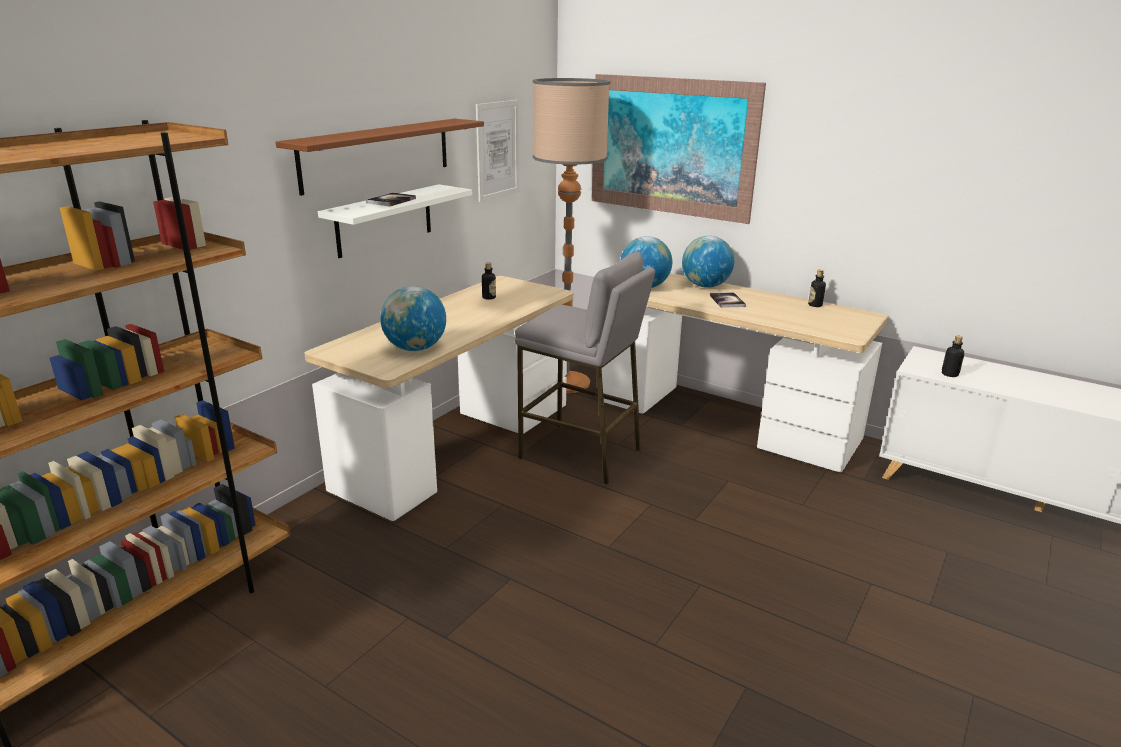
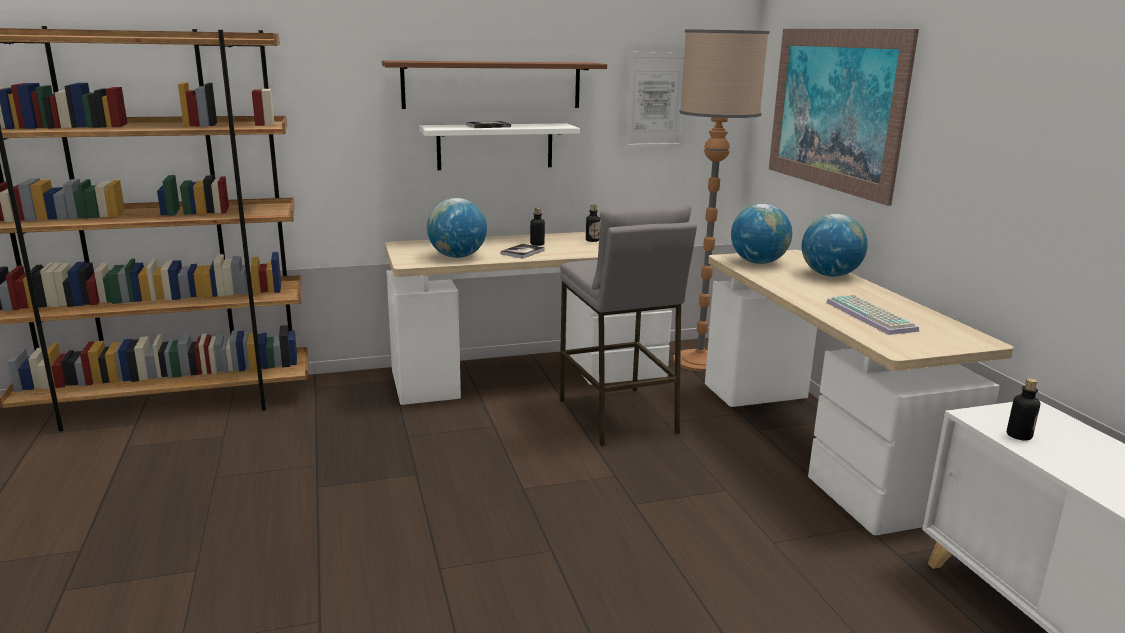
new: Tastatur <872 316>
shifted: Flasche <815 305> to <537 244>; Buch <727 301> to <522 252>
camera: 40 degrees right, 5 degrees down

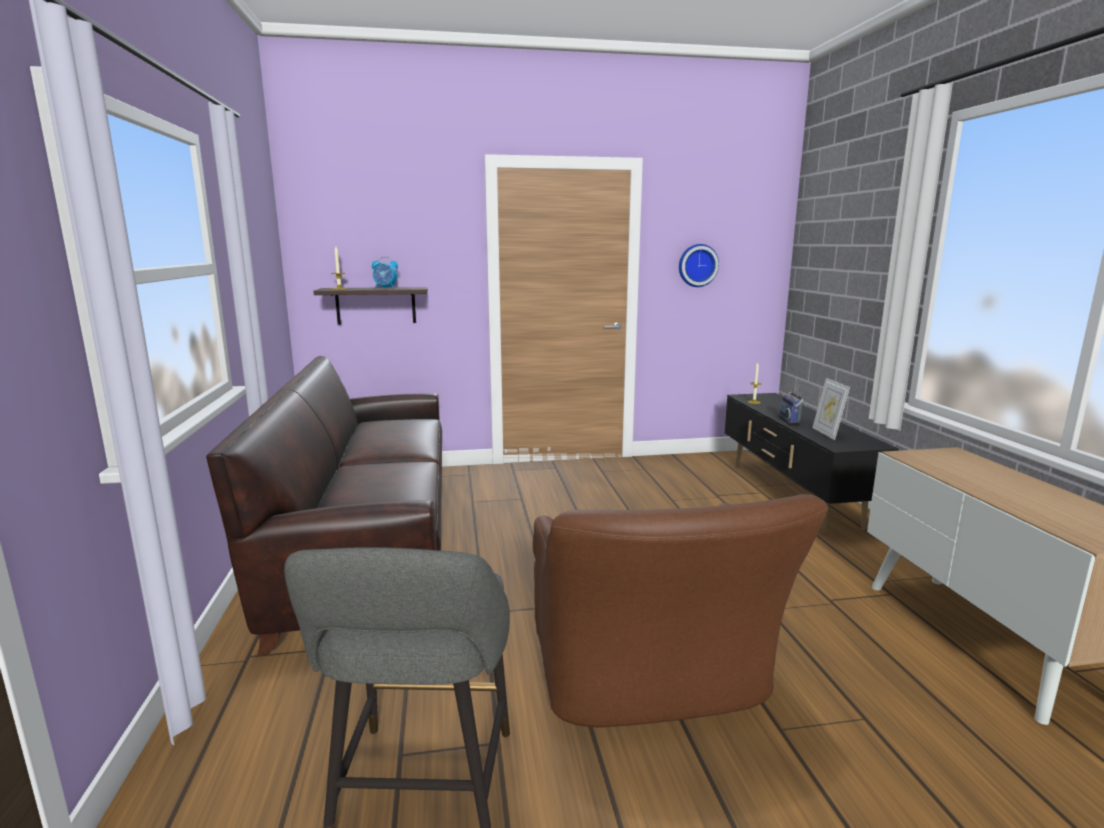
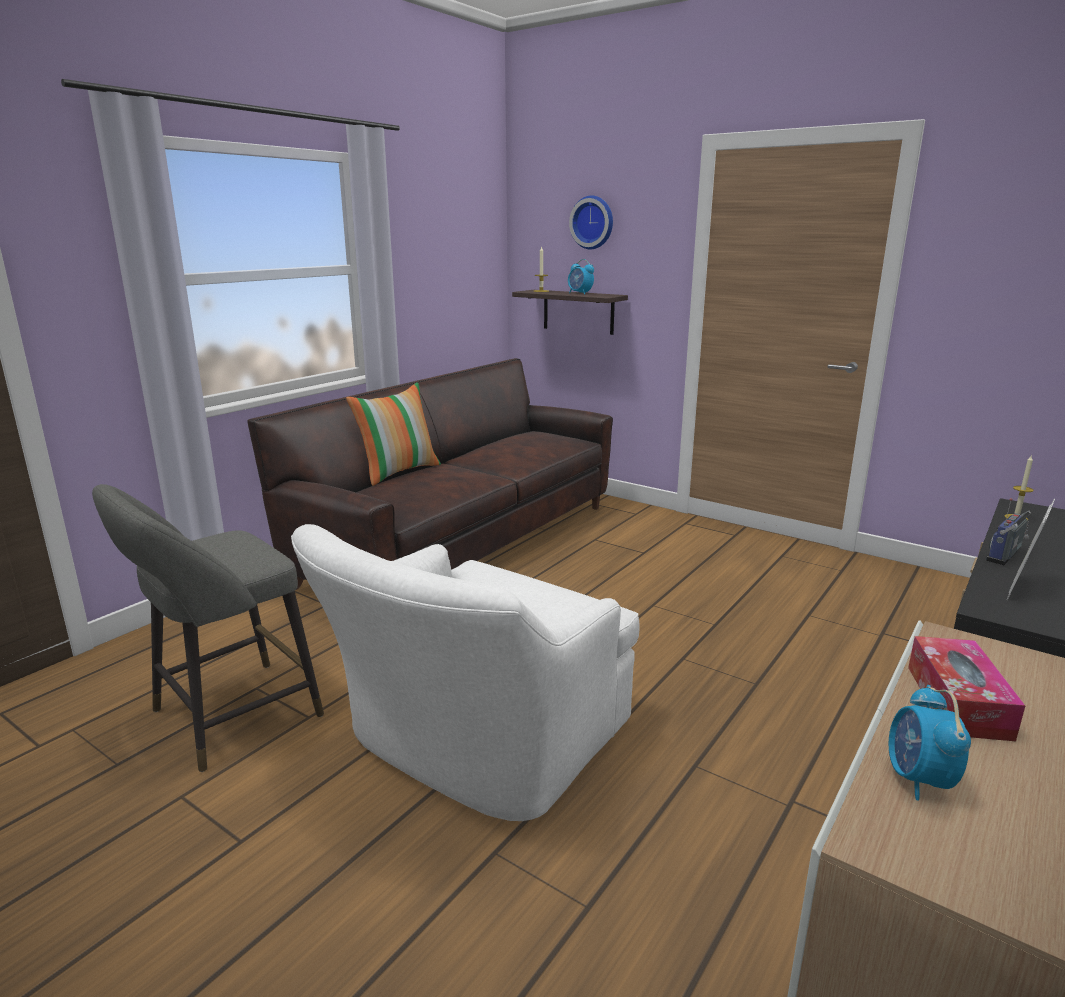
new: Kissen <398 472>; Taschentuchbox <957 701>; Wecker <918 780>
shifted: Wanduhr <697 265> to <593 222>
repainted: Sessel/braun <649 675> to Sessel/weiß <475 743>
camera: 45 degrees right, 5 degrees up

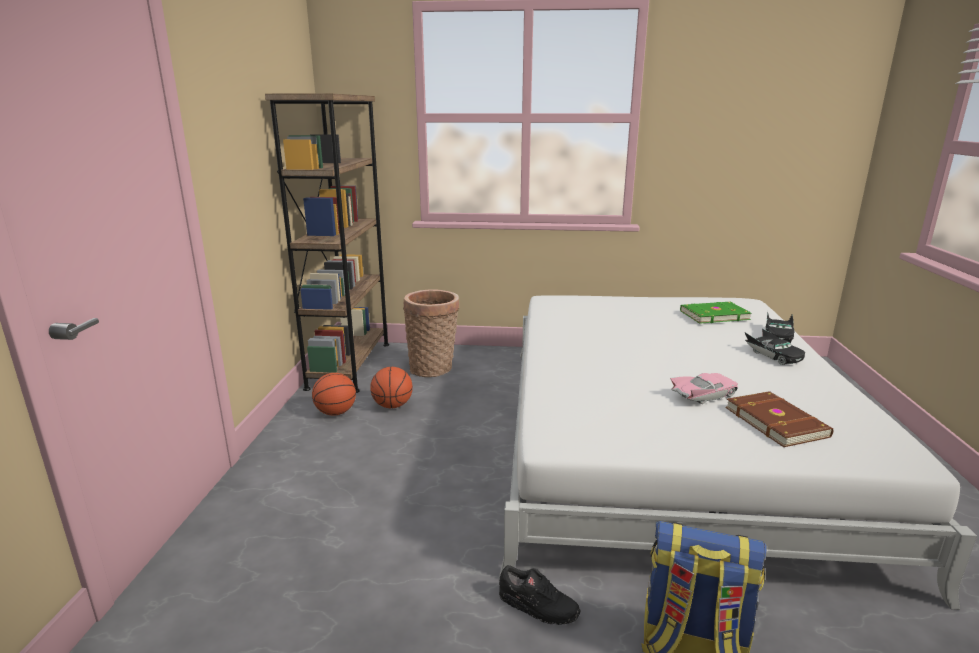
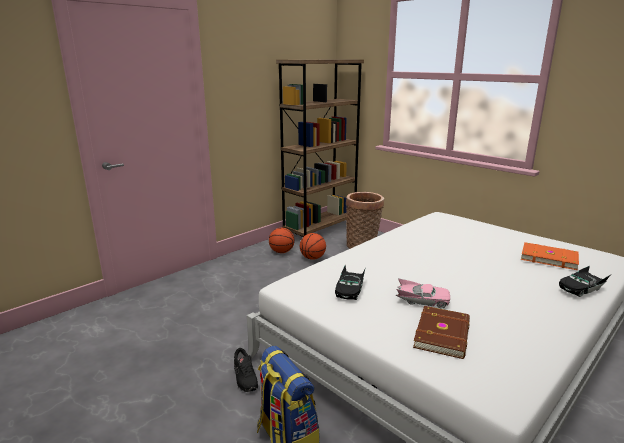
shifted: Spielzeugauto/schwarz <773 355> to <350 289>
repainted: Buch/grün <713 315> to Buch/orange <548 258>
camera: 40 degrees right, 0 degrees up

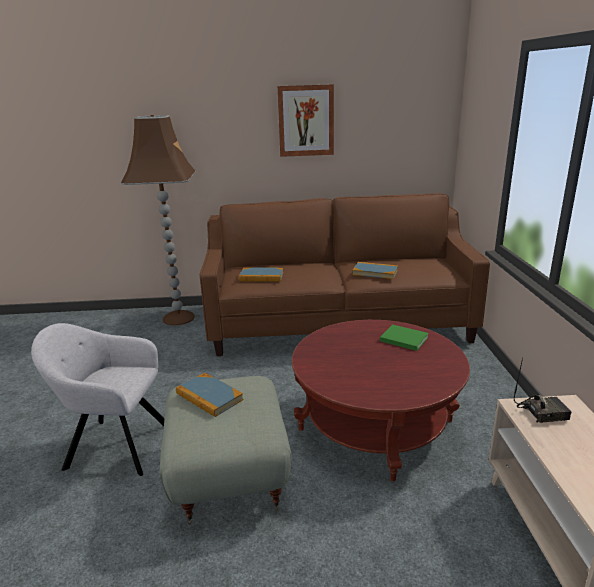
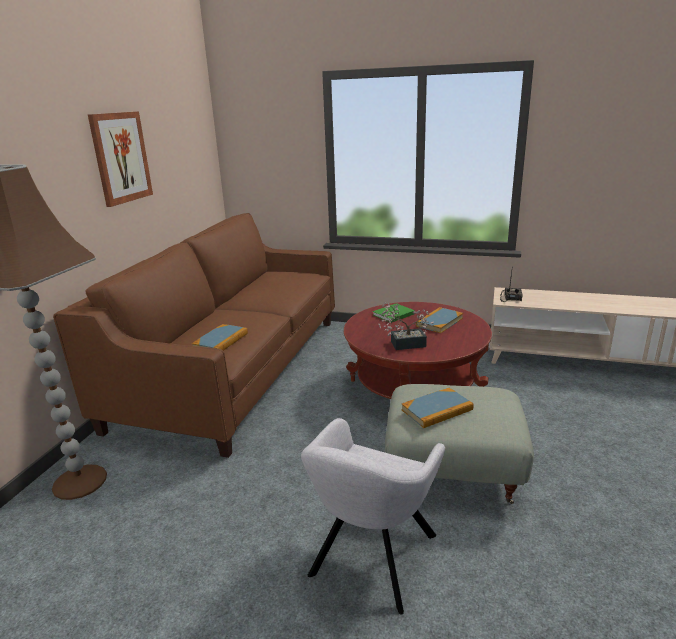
new: Topfpflanze <404 344>
shifted: Buch <375 272> to <439 322>
camera: 70 degrees left, 0 degrees up

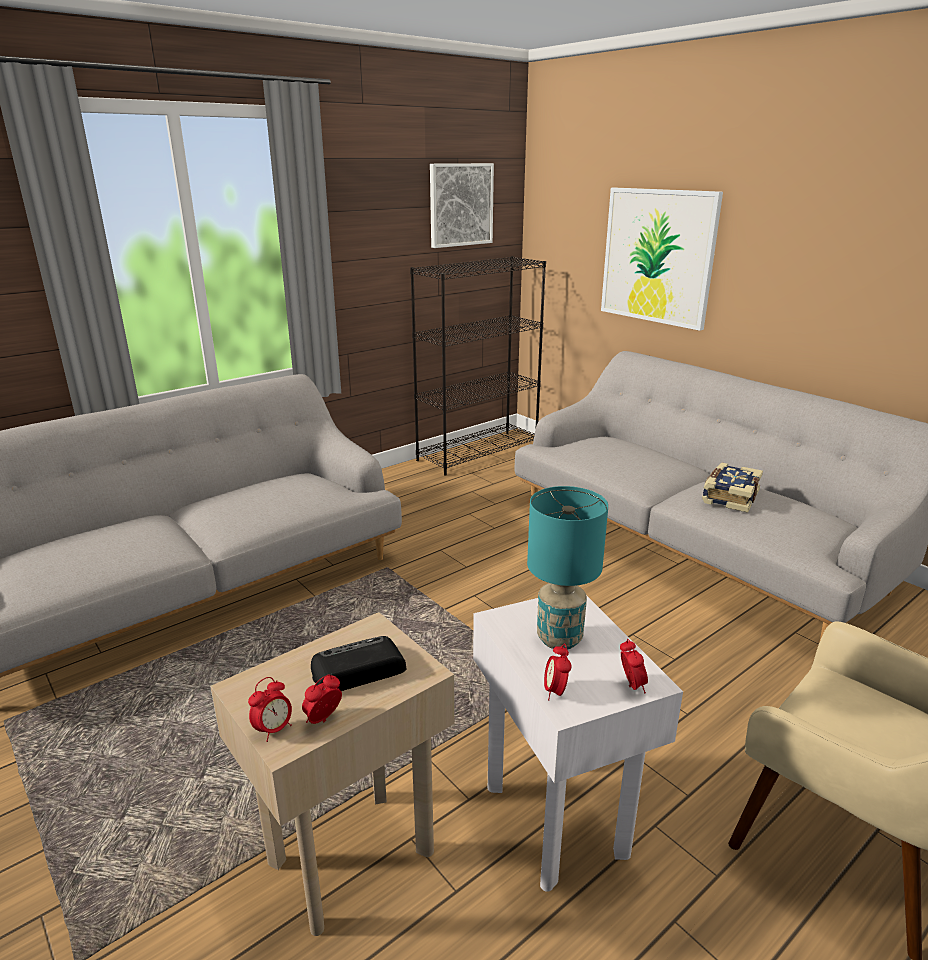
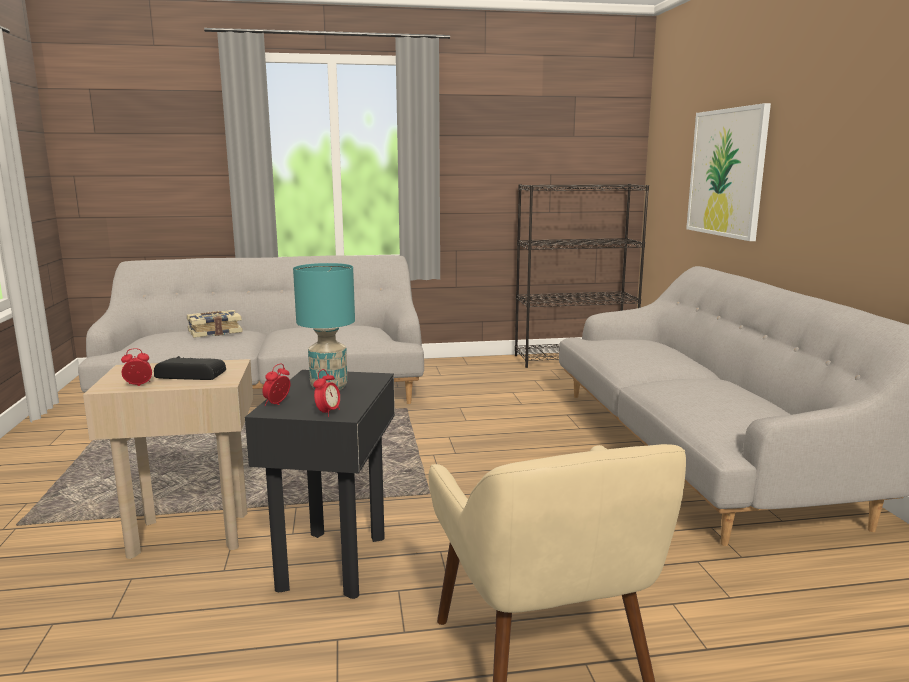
gone: Bild <460 205>; Wecker <274 729>
shifted: Buch <729 497> to <215 332>
repainted: Beistelltisch/weiß <556 818> to Beistelltisch/schwarz <334 562>
camera: 30 degrees right, 10 degrees down

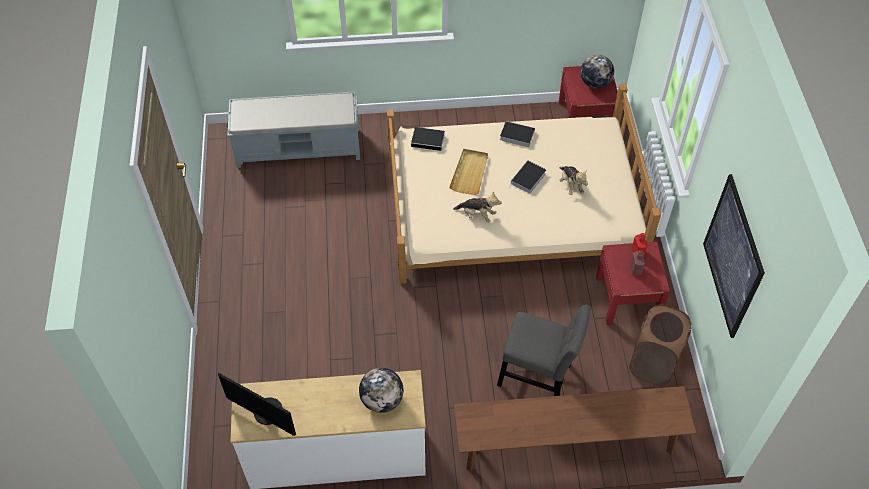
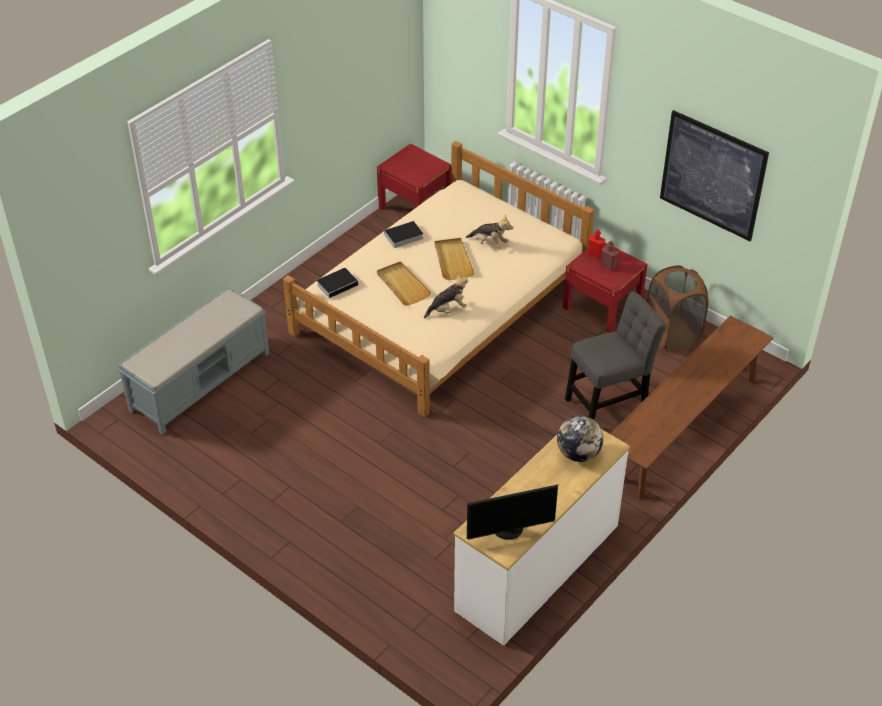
gone: Globus <595 83>
swapped: Buch <528 179> to Tablett/beige <453 260>
camera: 45 degrees left, 10 degrees down

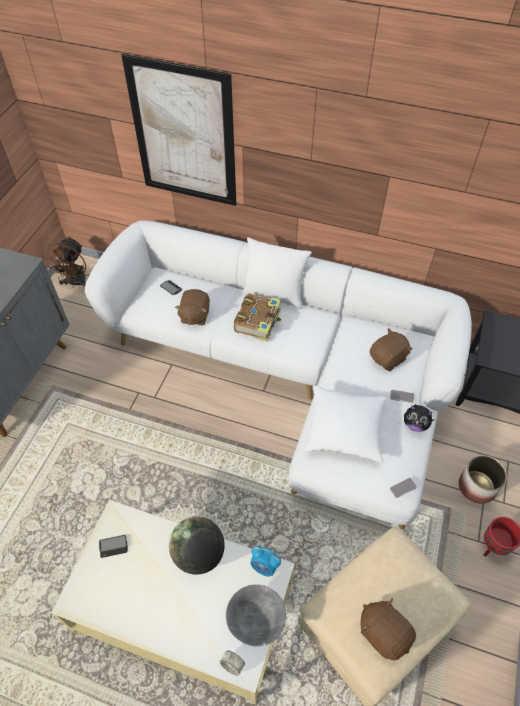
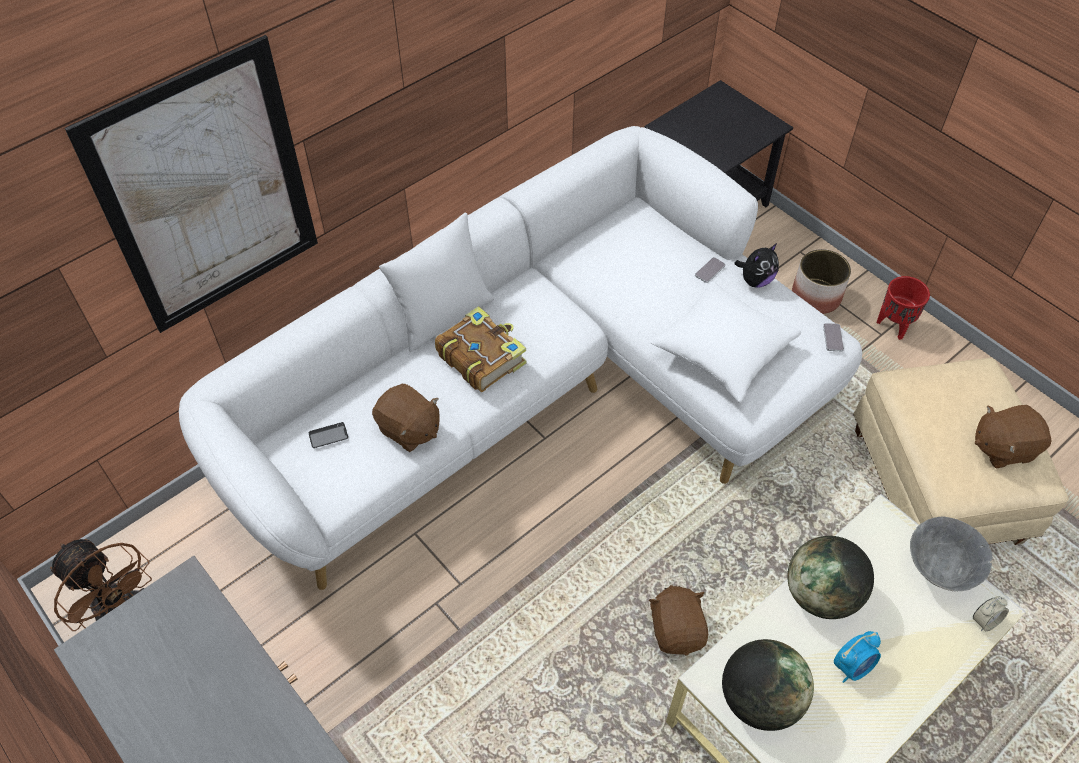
shifted: Plüschtier/braun <388 358> to <677 630>; Wecker <264 567> to <852 666>
swapped: Handy <113 546> to Globus <759 700>
camera: 60 degrees left, 0 degrees up

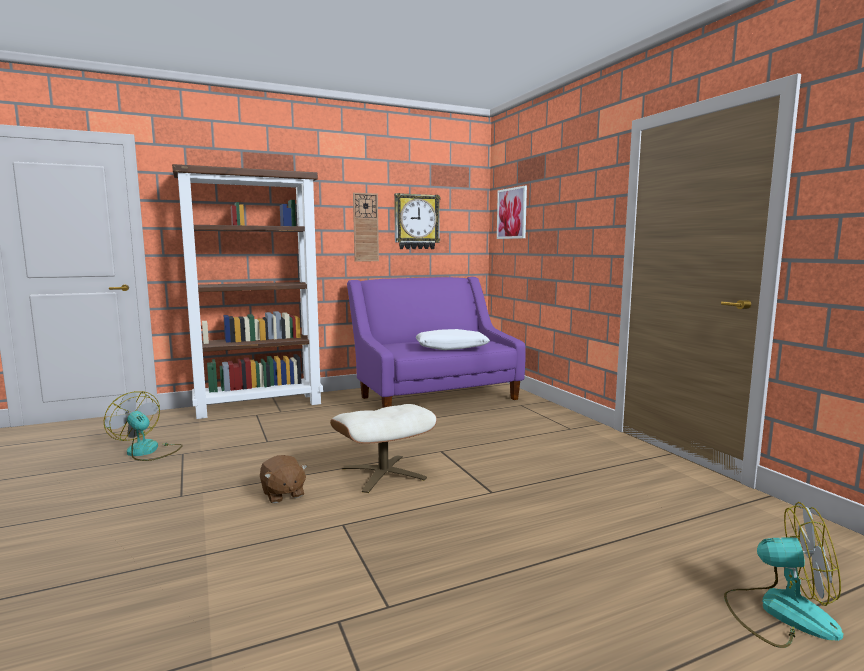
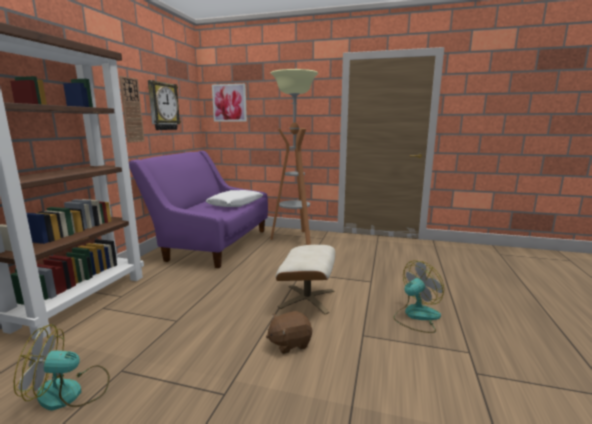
new: Stehlampe <294 238>
shifted: Ventilator <780 612> to <416 316>
rotated: Plüschtier/braun <282 494> = <289 343> 150 degrees clockwise
camera: 50 degrees left, 5 degrees up

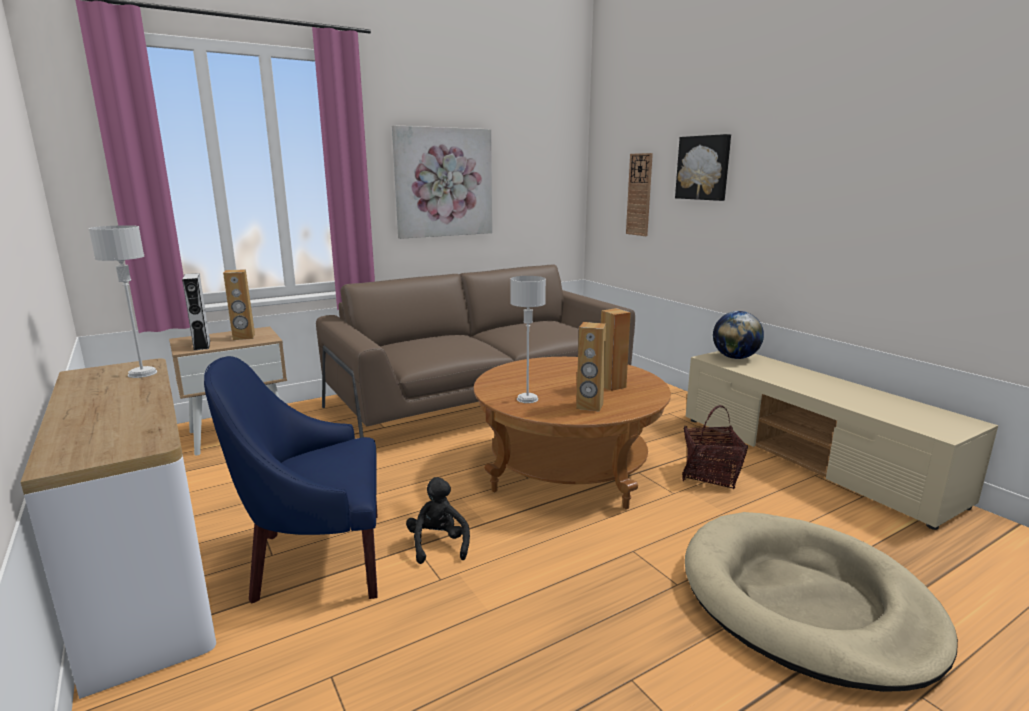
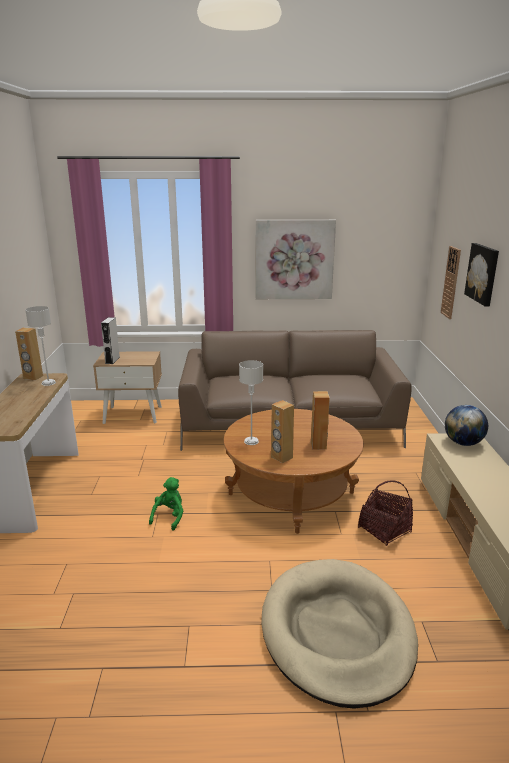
gone: Sessel/blau <316 559>
shifted: Lautsprecher/braun <244 337> to <33 377>
repainted: Plüschtier/schwarz <438 544> to Plüschtier/grün <169 517>
camera: 30 degrees right, 5 degrees up

